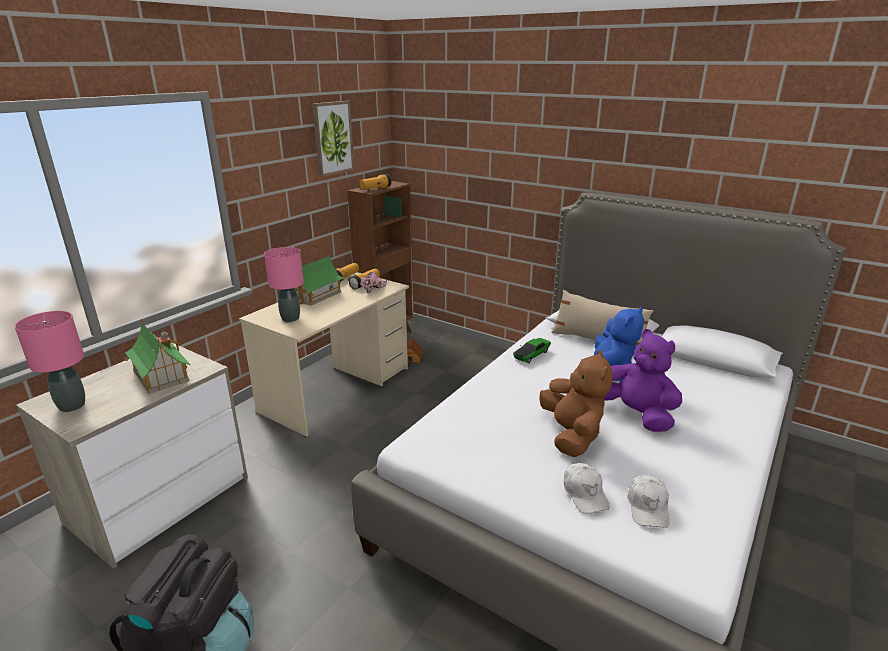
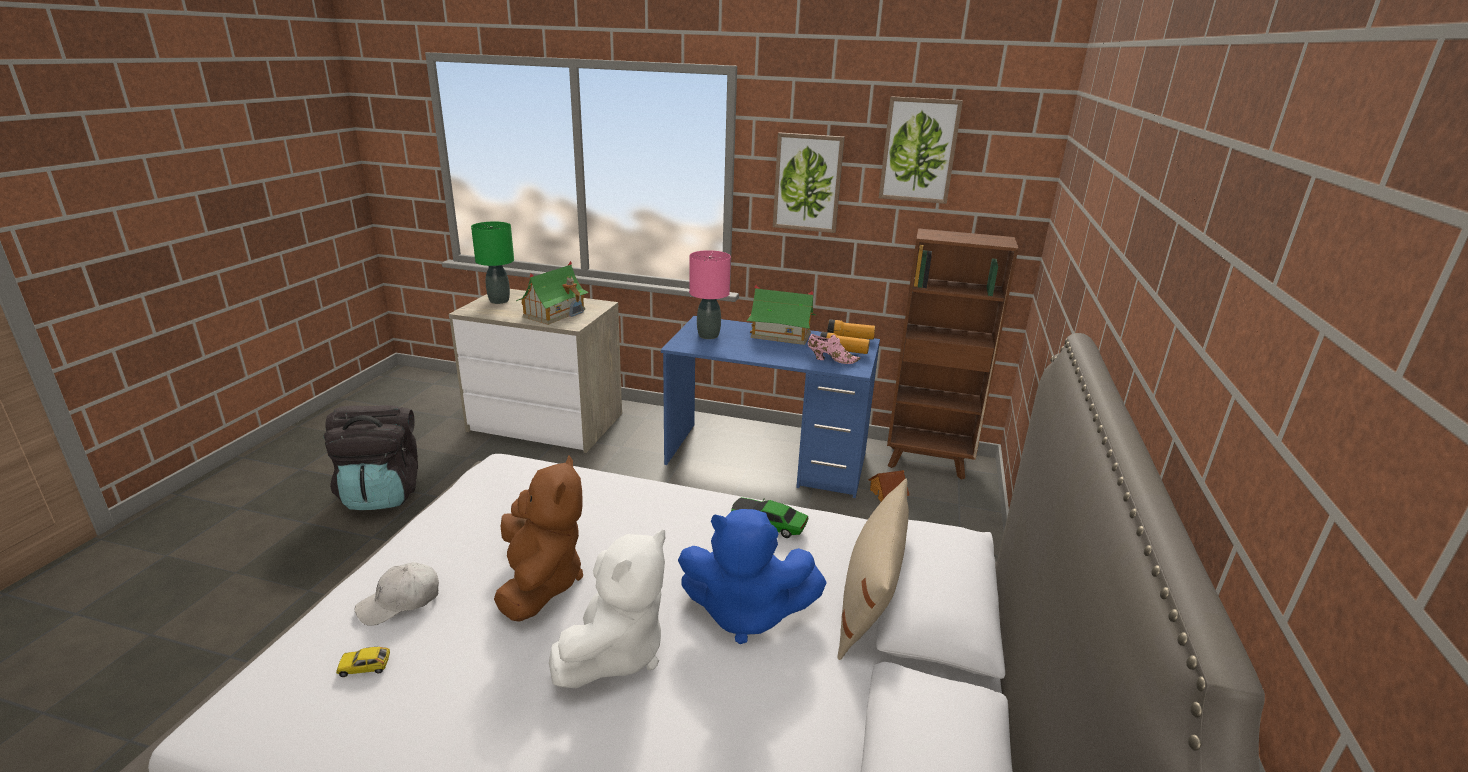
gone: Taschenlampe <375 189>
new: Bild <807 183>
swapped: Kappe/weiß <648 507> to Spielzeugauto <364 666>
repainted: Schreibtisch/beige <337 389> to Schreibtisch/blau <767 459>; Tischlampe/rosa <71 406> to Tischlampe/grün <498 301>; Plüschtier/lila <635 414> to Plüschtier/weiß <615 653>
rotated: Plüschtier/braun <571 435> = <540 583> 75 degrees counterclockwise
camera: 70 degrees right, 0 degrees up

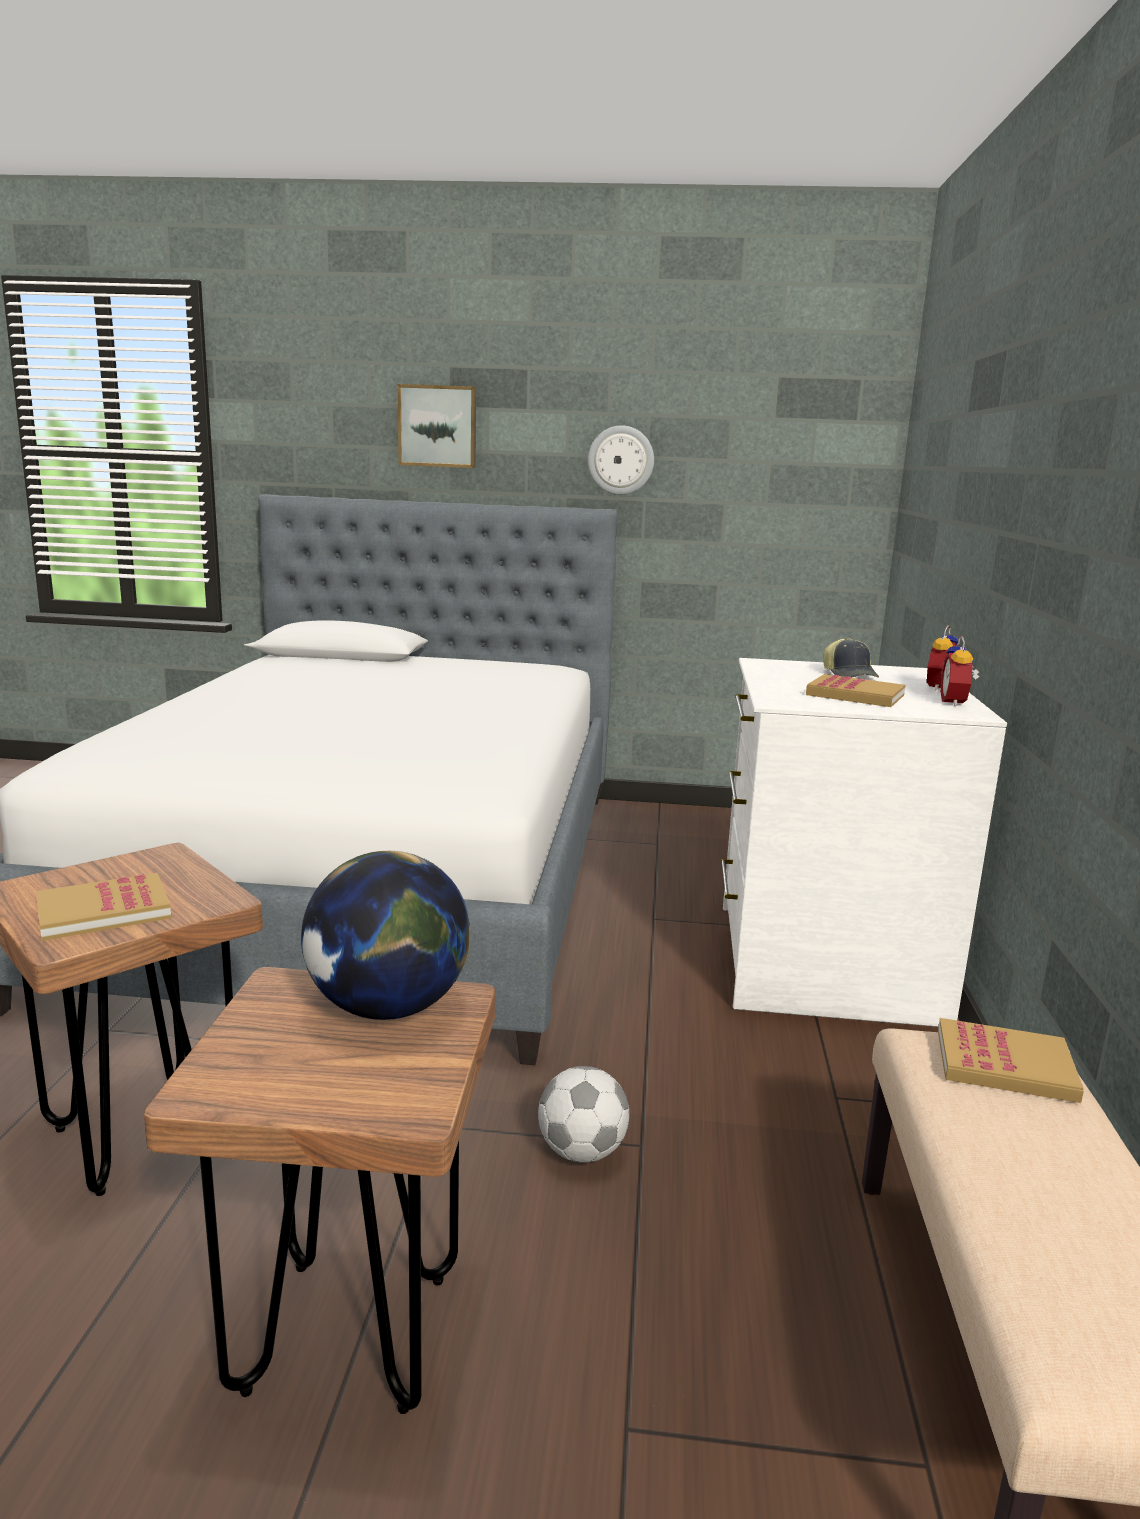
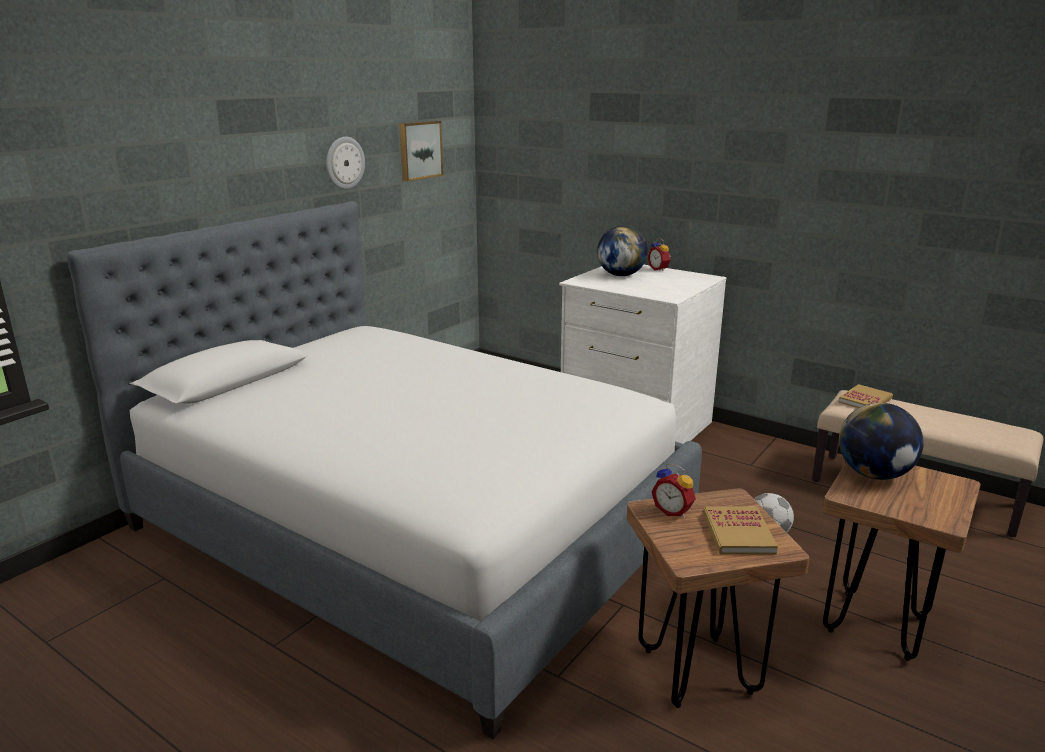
gone: Buch <855 695>
shifted: Bild <438 426> to <419 150>; Wecker <956 702> to <673 511>
swapped: Kappe <849 675> to Globus <621 275>
camera: 60 degrees left, 5 degrees up

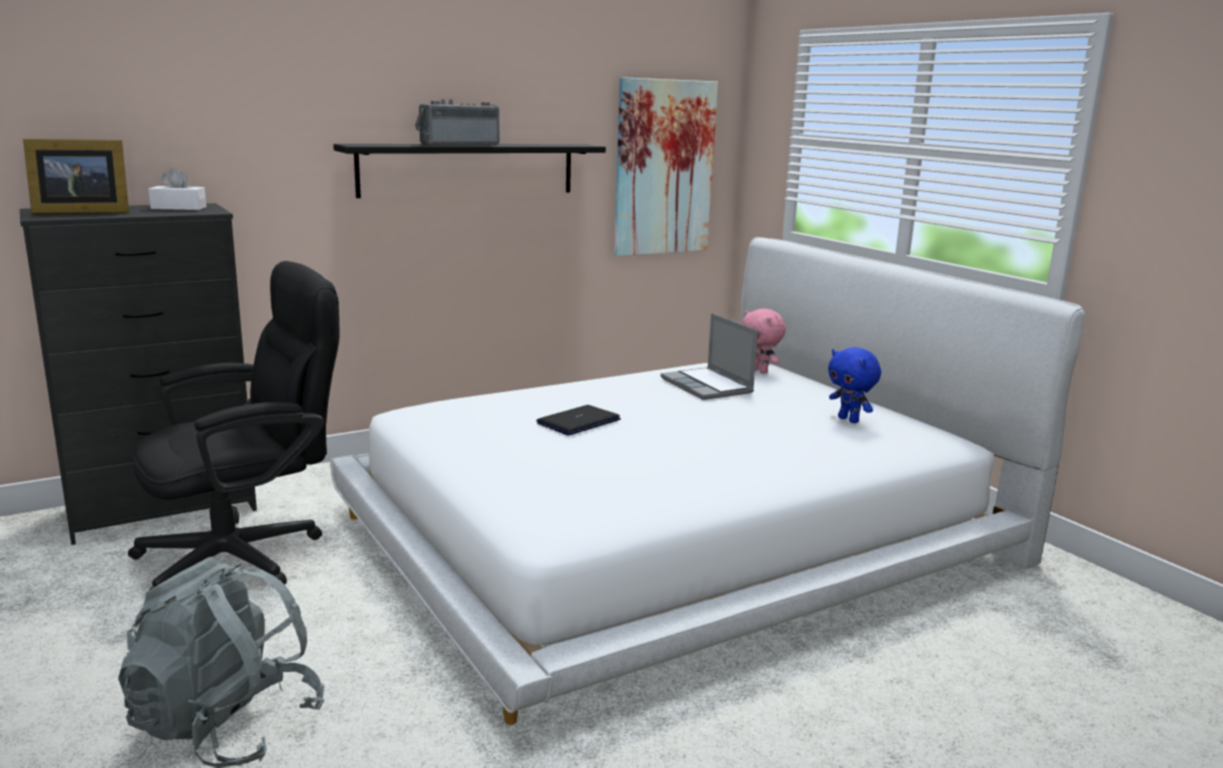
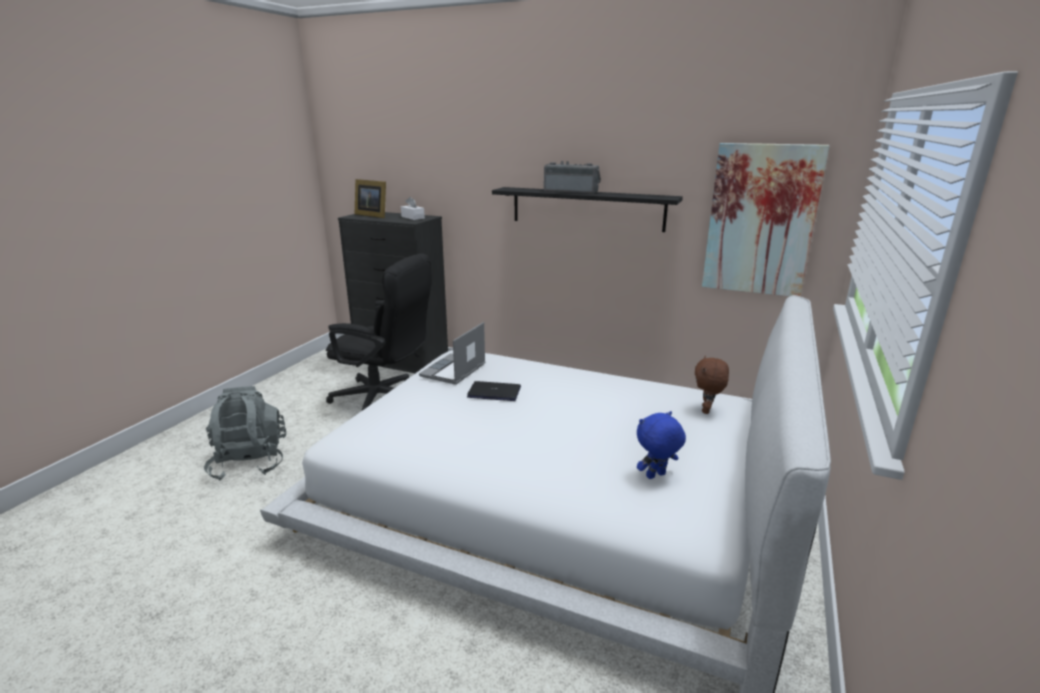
shifted: Laptop <708 386> to <453 371>
repainted: Plüschtier/rosa <760 371> to Plüschtier/braun <707 410>
rotated: Plüschtier/blau <849 420> = <656 476> 45 degrees clockwise
camera: 55 degrees right, 5 degrees up

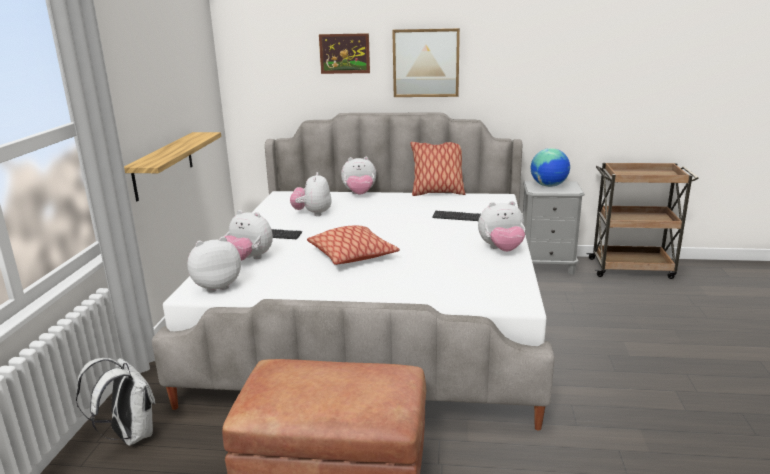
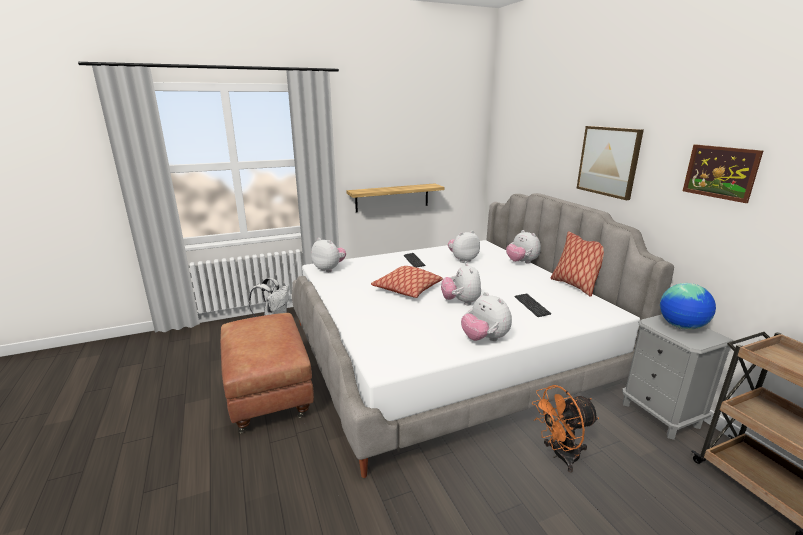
new: Ventilator/orange <560 455>
shifted: Bild <344 53> to <720 172>; Plüschtier <249 259> to <461 302>
camera: 60 degrees right, 0 degrees up

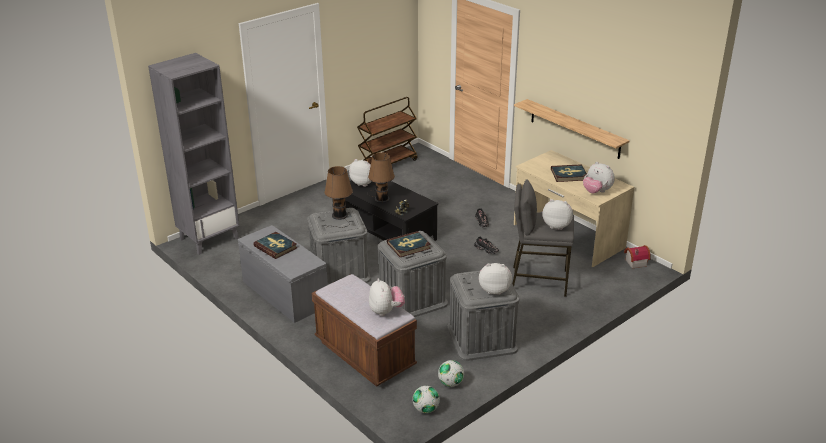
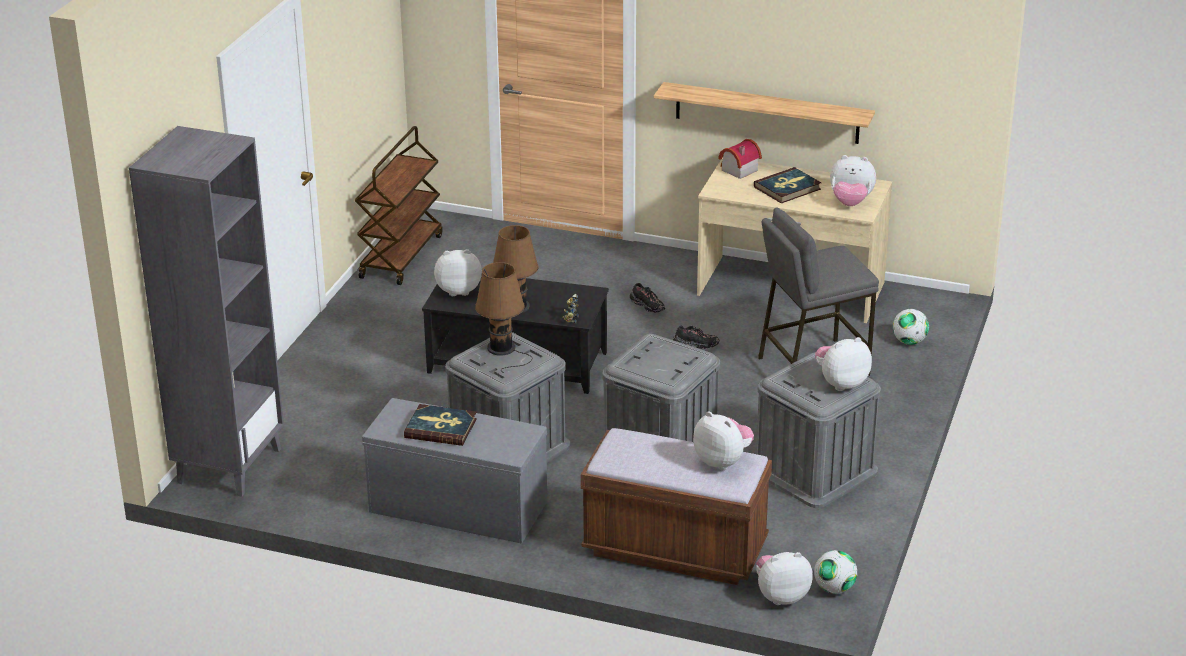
gone: Buch <408 246>
shifted: Plüschtier <557 225> to <781 596>; Spielzeughaus <634 262> to <737 170>; Fußball <450 383> to <909 342>
camera: 30 degrees left, 0 degrees up

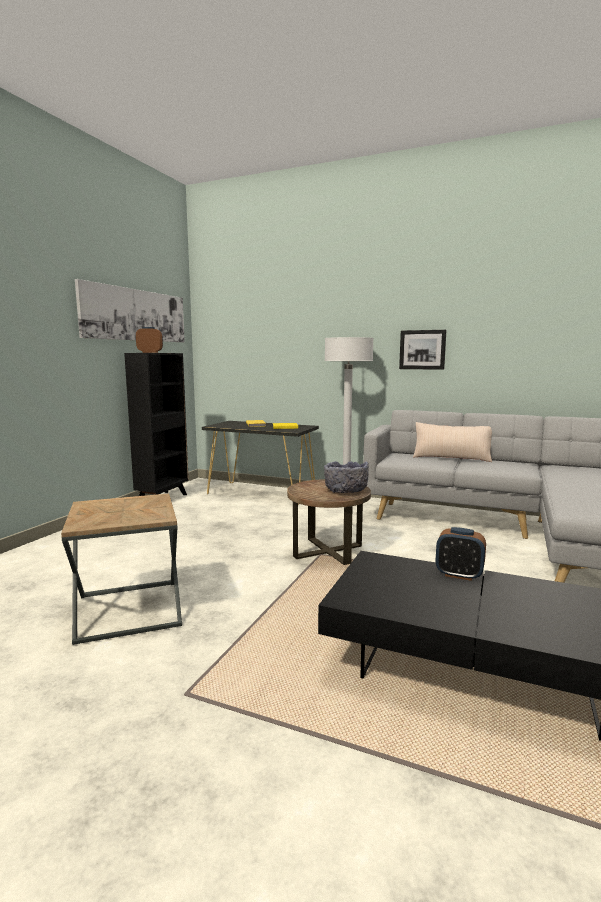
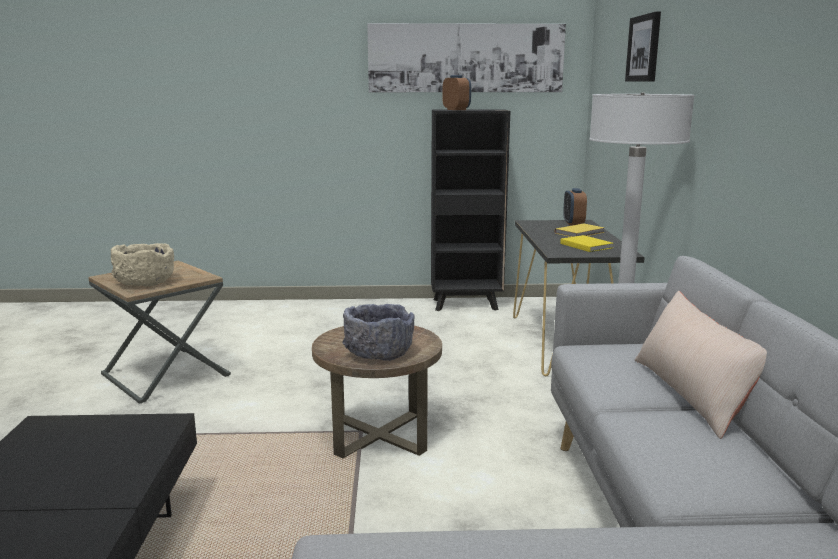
new: Schüssel/beige <145 282>
shifted: Bild <422 349> to <644 48>; Wecker <459 575> to <573 223>
camera: 65 degrees right, 5 degrees up

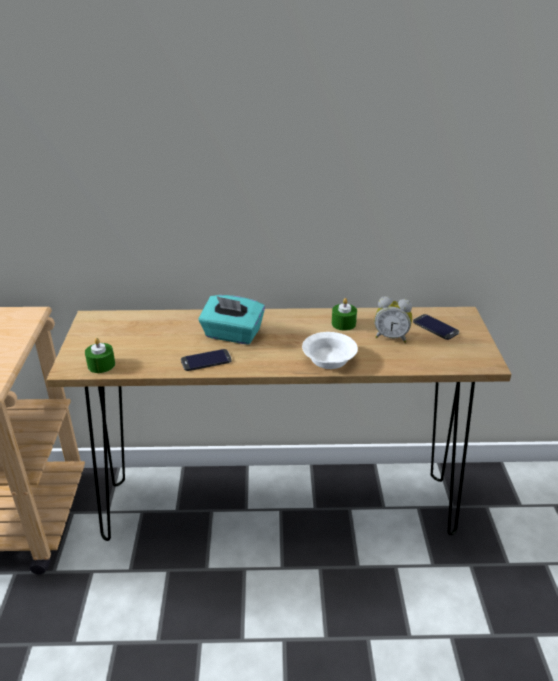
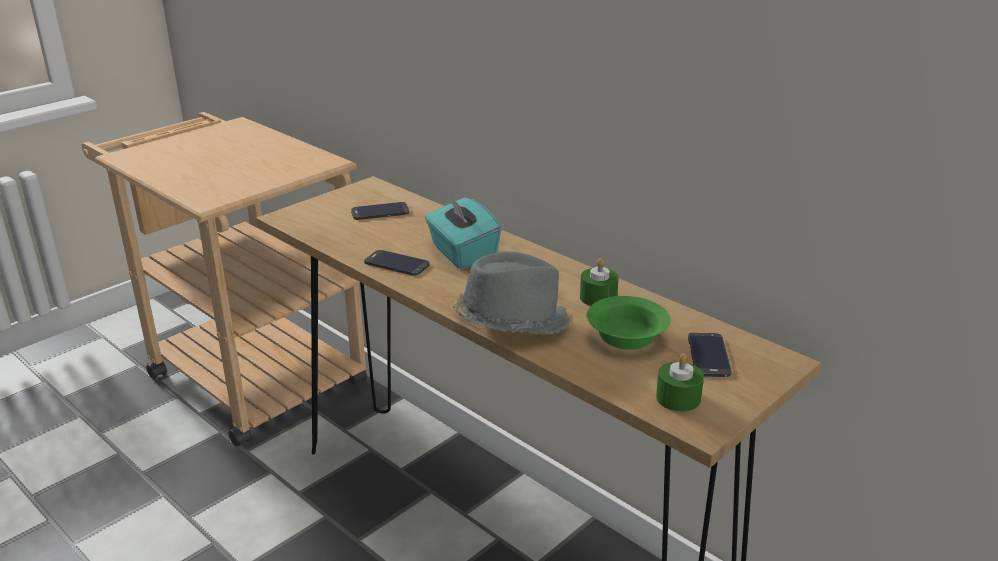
new: Handy <380 212>
shifted: Kerze/grün <101 365> to <678 398>
swapped: Wecker <391 337> to Schüssel/grün <628 337>; Schüssel/weiß <327 360> to Hut/grau <510 321>
camera: 45 degrees right, 5 degrees down

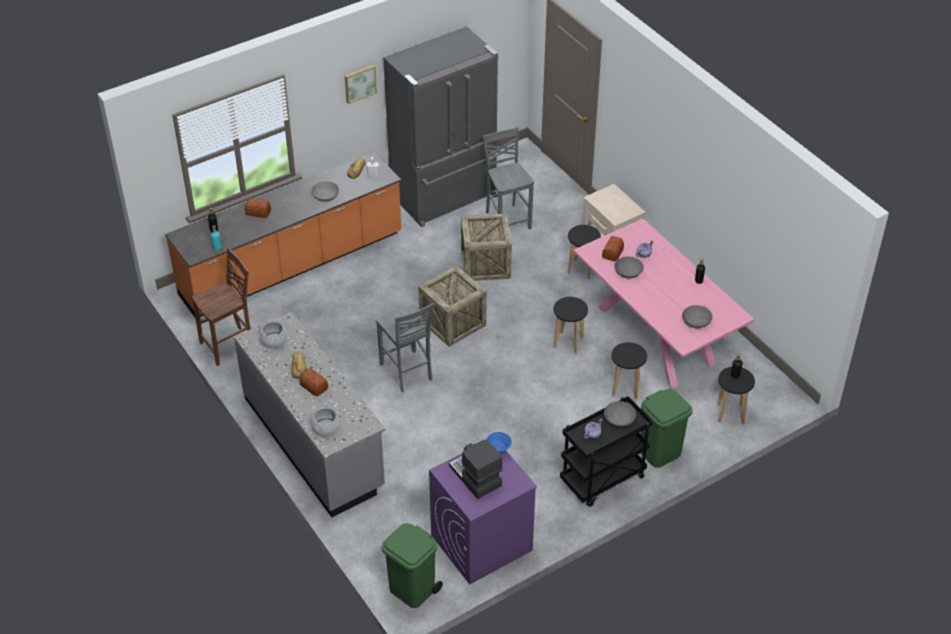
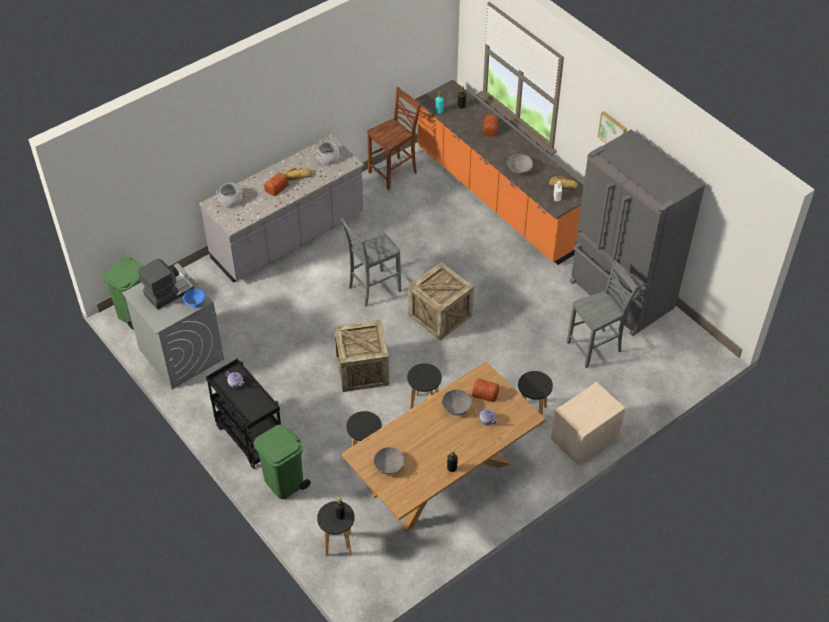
gone: Schüssel/grau <619 419>
shifted: Kiste <485 264> to <362 370>
repainted: Esstisch/rosa <654 335> to Esstisch/braun <442 477>; Waschmaschine/lila <481 543> to Waschmaschine/grau <180 354>
rotated: Stuhl/braun <230 345> = <394 173> 90 degrees counterclockwise
camera: 85 degrees right, 5 degrees up

